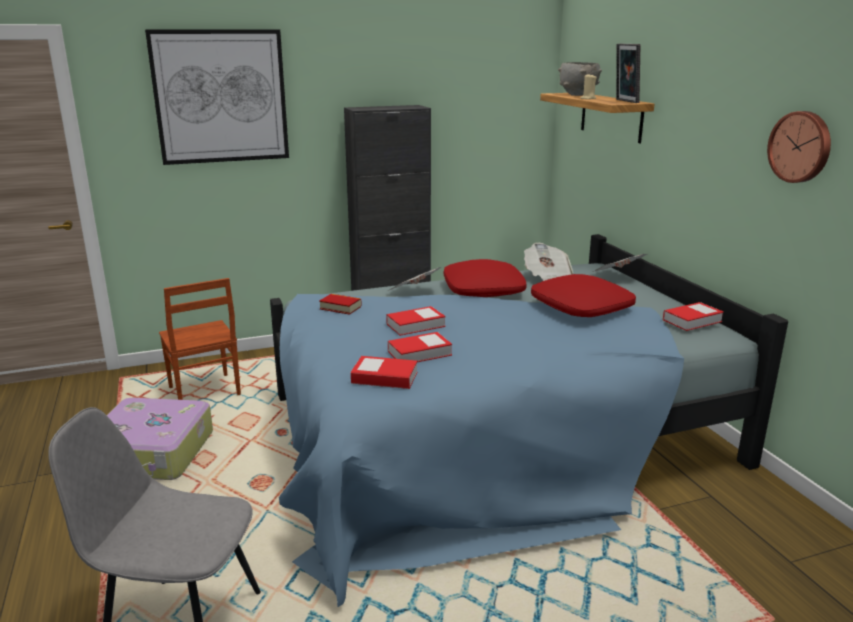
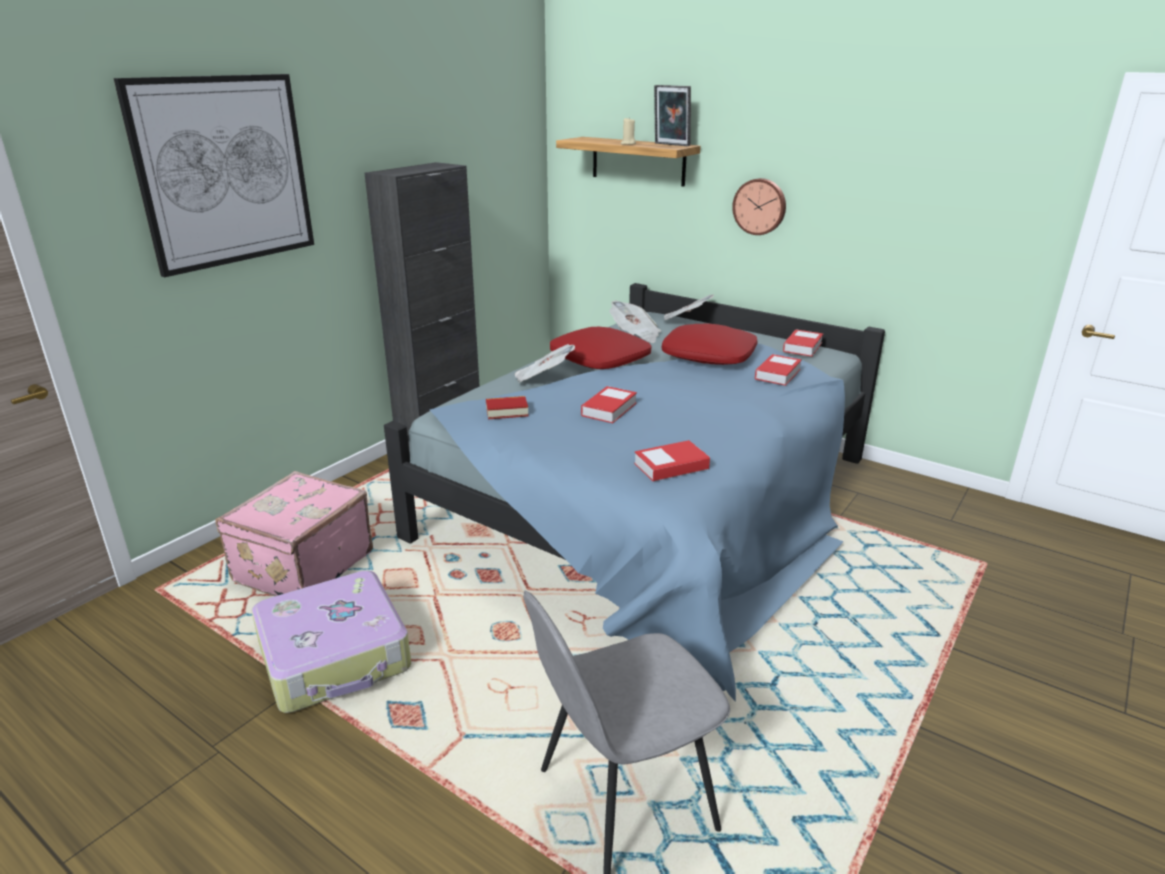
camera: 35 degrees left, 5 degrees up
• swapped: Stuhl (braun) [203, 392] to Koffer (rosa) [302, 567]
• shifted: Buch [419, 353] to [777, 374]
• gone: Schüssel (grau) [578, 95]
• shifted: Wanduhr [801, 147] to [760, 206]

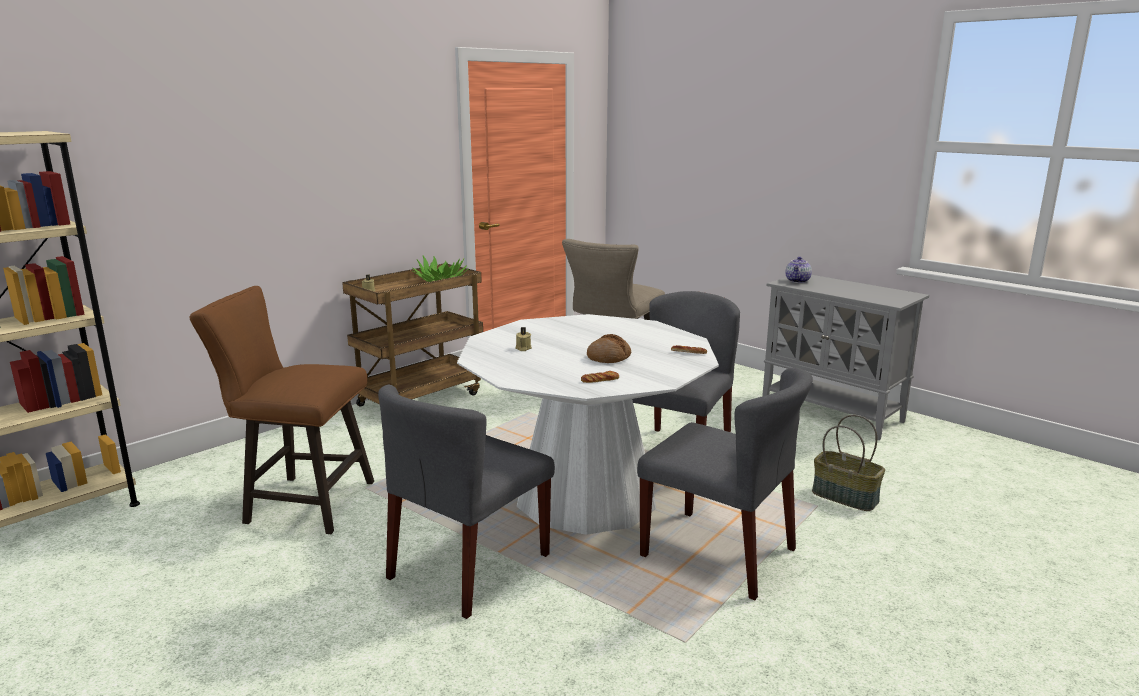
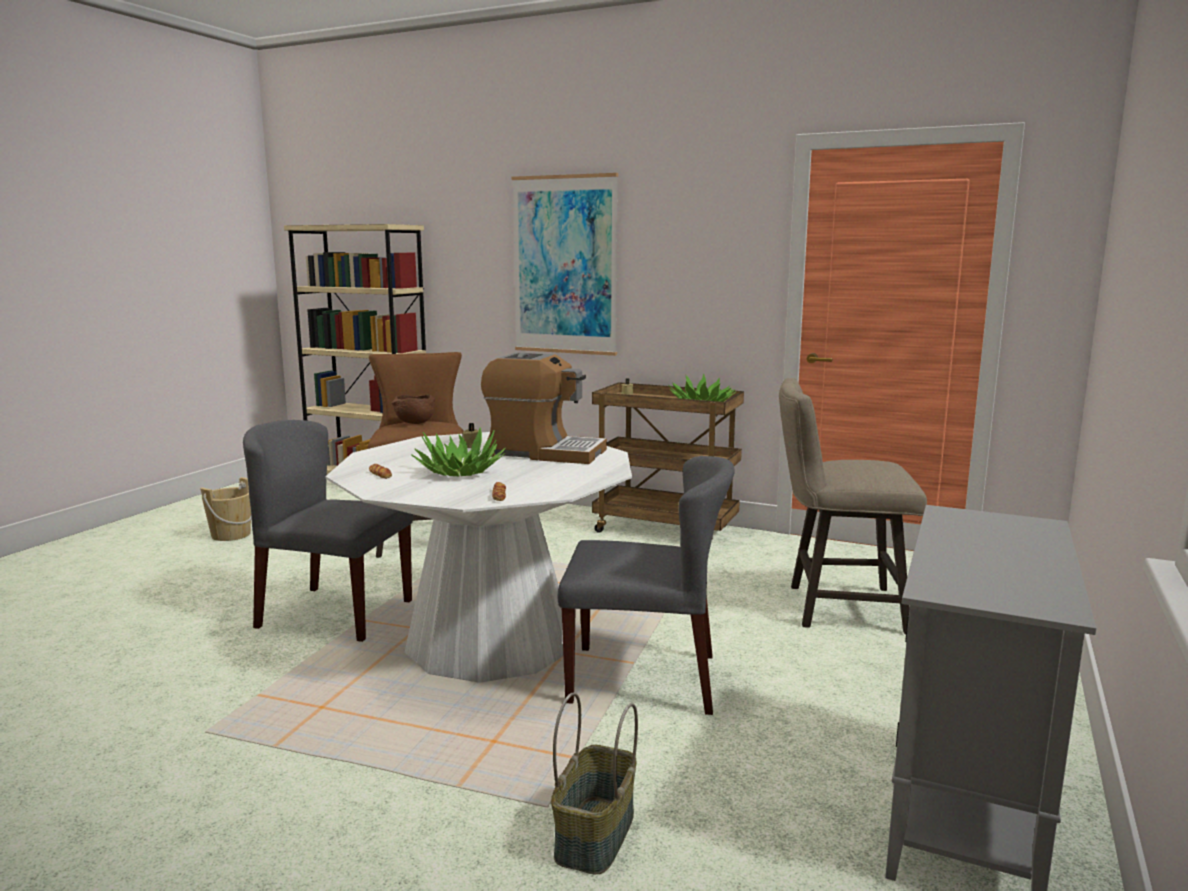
camera: 70 degrees right, 5 degrees down
• swapped: Brot [609, 357] to Topfpflanze [459, 471]
• gone: Stuhl (grau) [719, 552]
• gone: Teekanne [798, 281]
• new: Eimer (beige) [231, 535]
• new: Schüssel (braun) [414, 423]
• new: Kaffeemaschine [544, 453]
• new: Bild [565, 265]

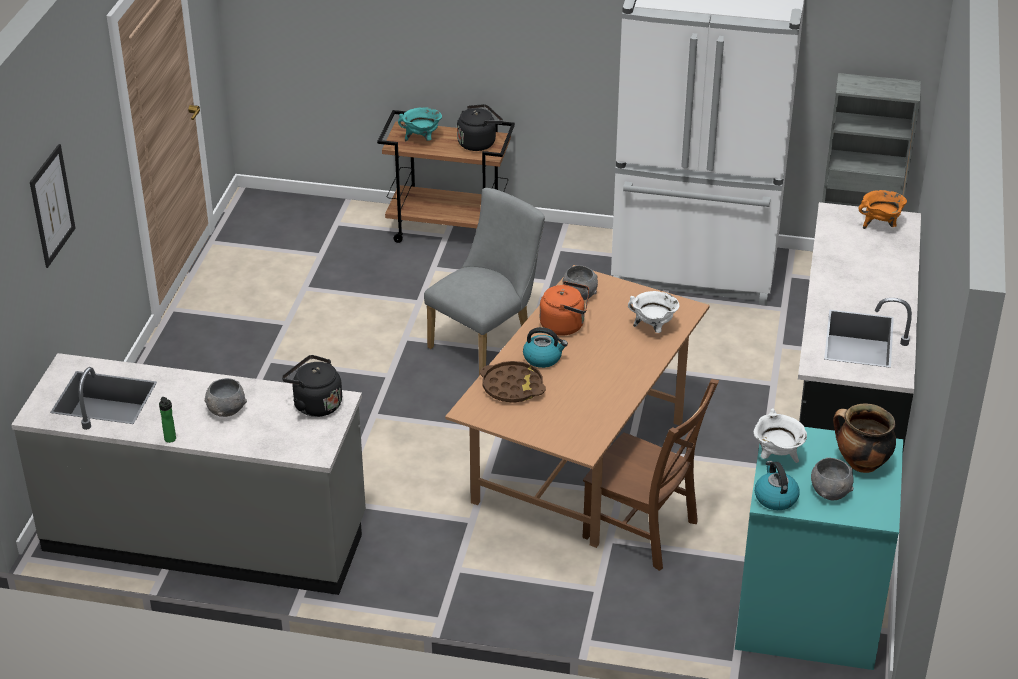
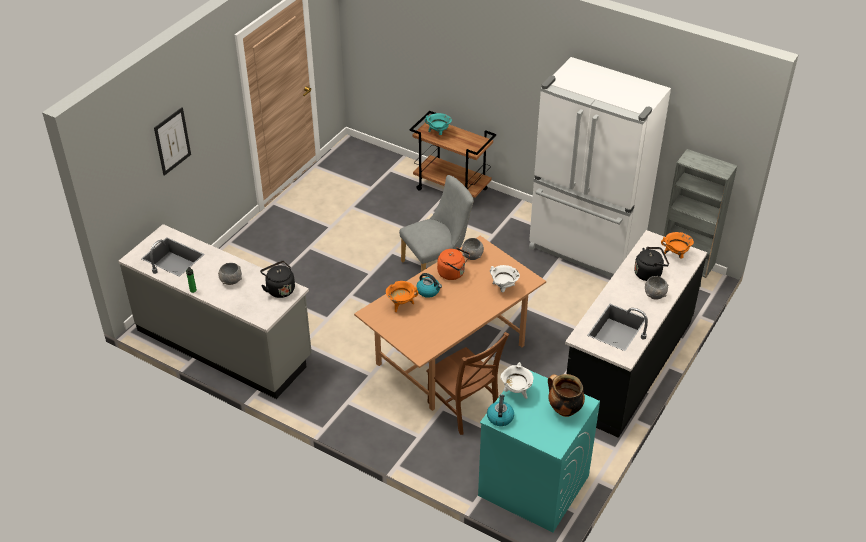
camera: 20 degrees right, 5 degrees up
• shifted: Wasserkessel (schwarz) [478, 143] to [649, 273]
• swapped: Tablett (braun) [512, 387] to Kochtopf (orange) [401, 305]
• shifted: Schüssel (grau) [830, 491] to [655, 294]

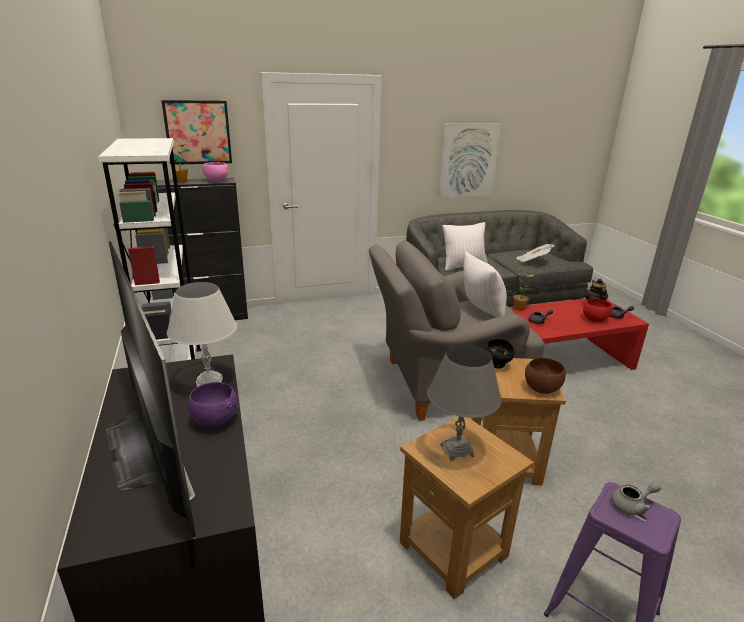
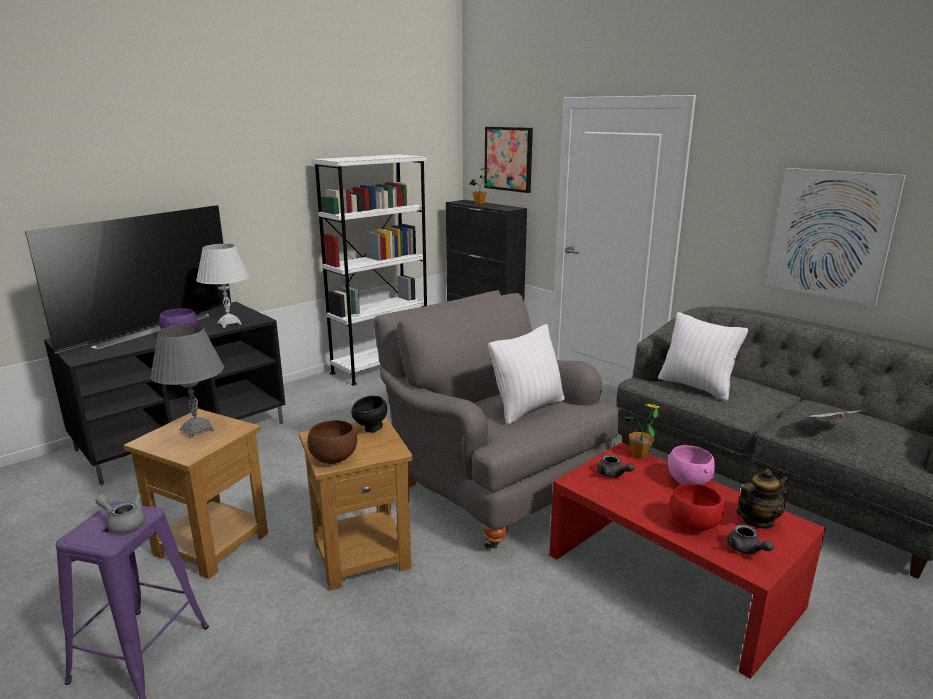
camera: 65 degrees right, 5 degrees down
• shifted: Schüssel (rosa) [216, 181] to [688, 481]
• rotated: Teekanne (grau) [632, 505] = [124, 523] 150 degrees clockwise

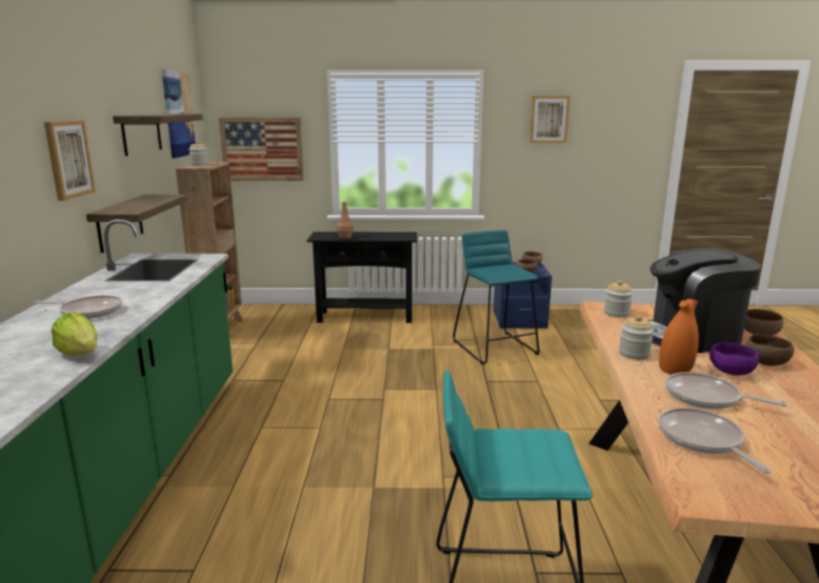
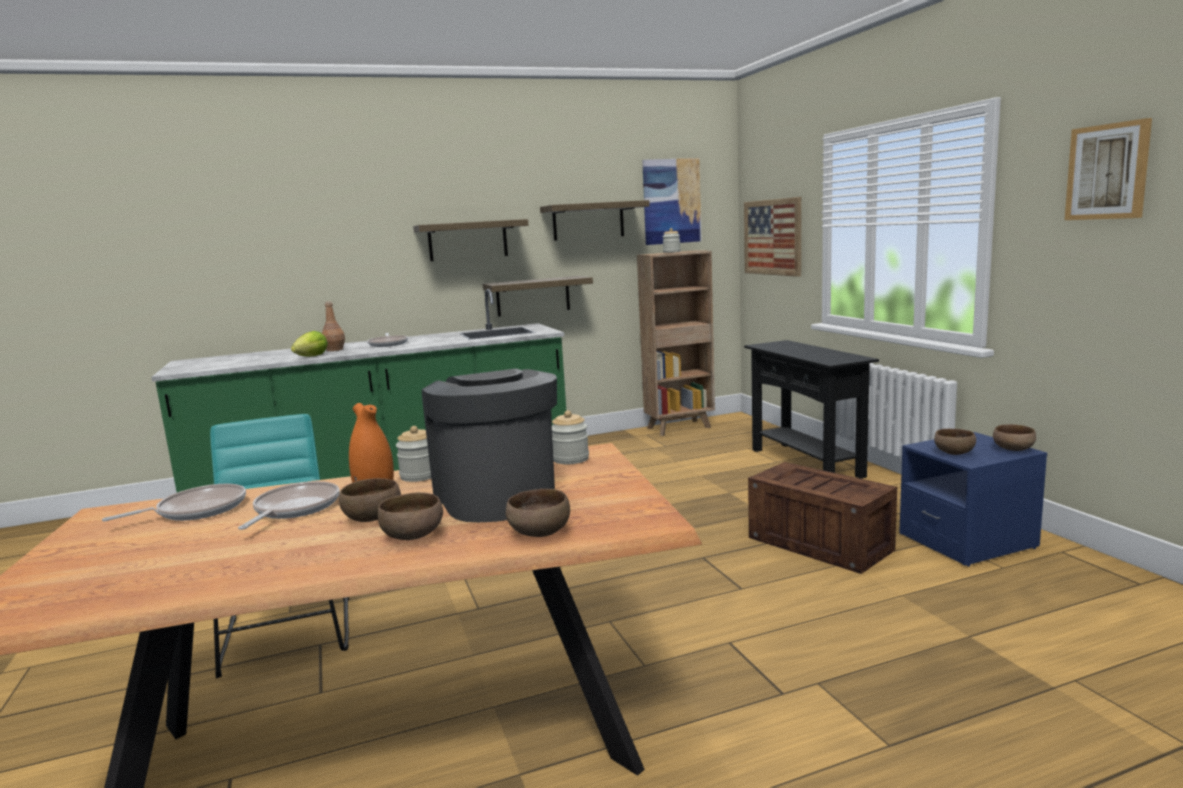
camera: 70 degrees right, 5 degrees down
• swapped: Bild [68, 159] to Wandregal [468, 240]
• shifted: Flasche (braun) [345, 237] to [334, 350]
• swapped: Hocker (türkis) [495, 347] to Kiste [821, 544]
• repainted: Schüssel (lila) [730, 372] to Schüssel (braun) [372, 518]

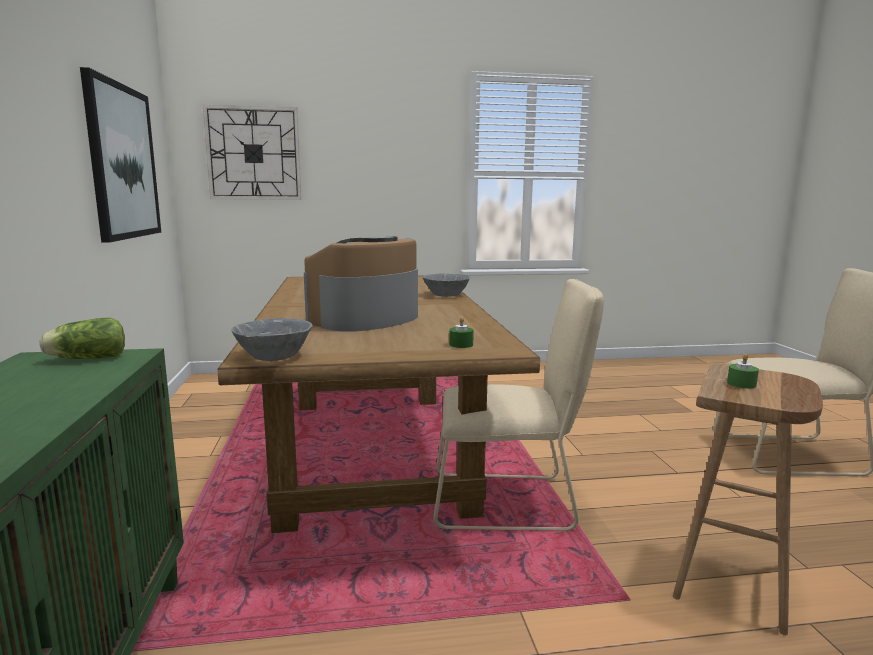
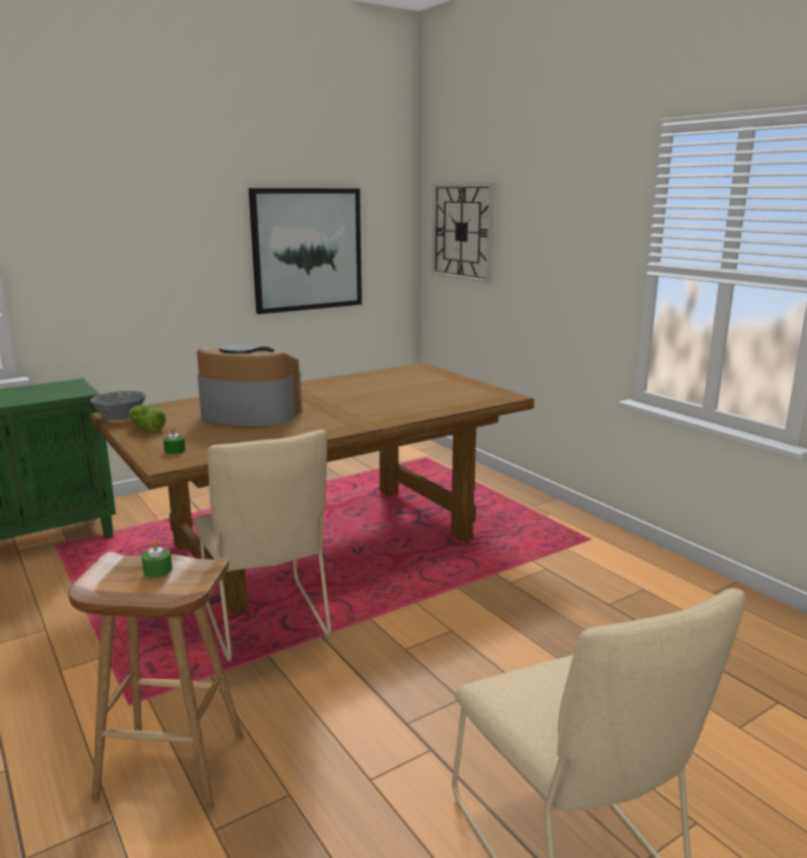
camera: 65 degrees right, 5 degrees up
• shifted: Salatkopf [85, 359] to [146, 428]
• gone: Schüssel (grau) [446, 295]

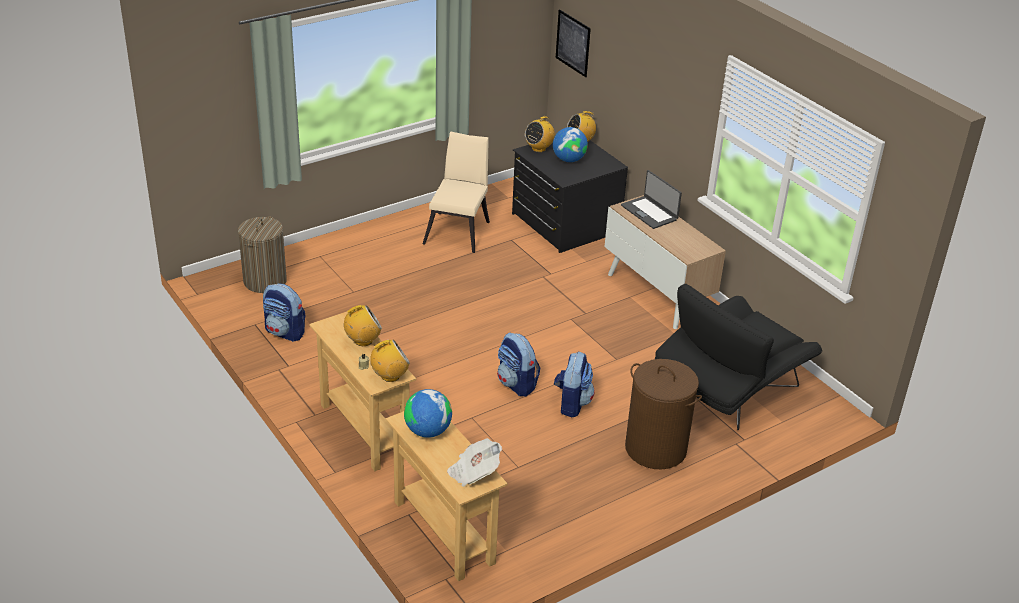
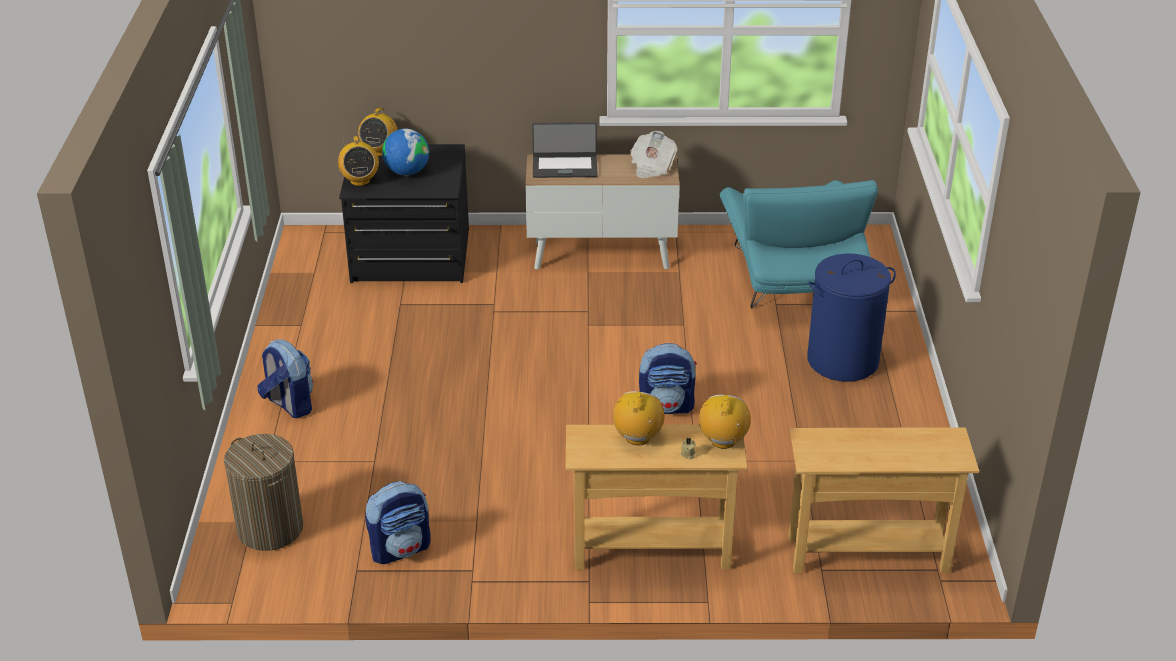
camera: 55 degrees left, 0 degrees up
• gone: Globus [428, 431]
• gone: Stuhl (beige) [459, 230]
• shifted: Zeitung [474, 472] to [652, 167]
• shifted: Rucksack [571, 403] to [289, 405]
• gone: Bild [573, 43]
• repainted: Wäschekorb (braun) [656, 448] to Wäschekorb (blau) [842, 360]
• repainted: Sessel (schwarz) [729, 391] to Sessel (türkis) [792, 280]

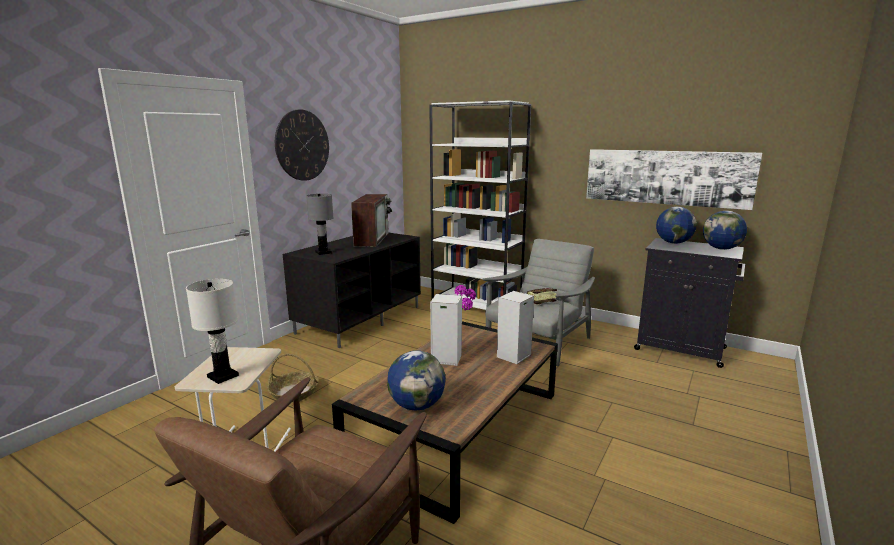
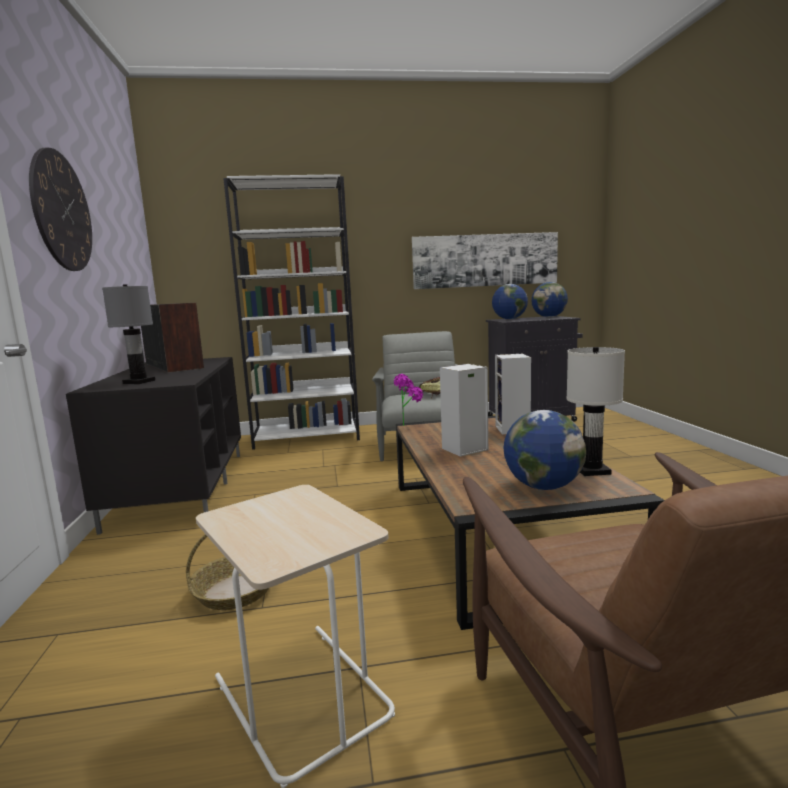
camera: 40 degrees left, 5 degrees down
• shifted: Tischlampe (weiß) [223, 376] to [591, 470]

